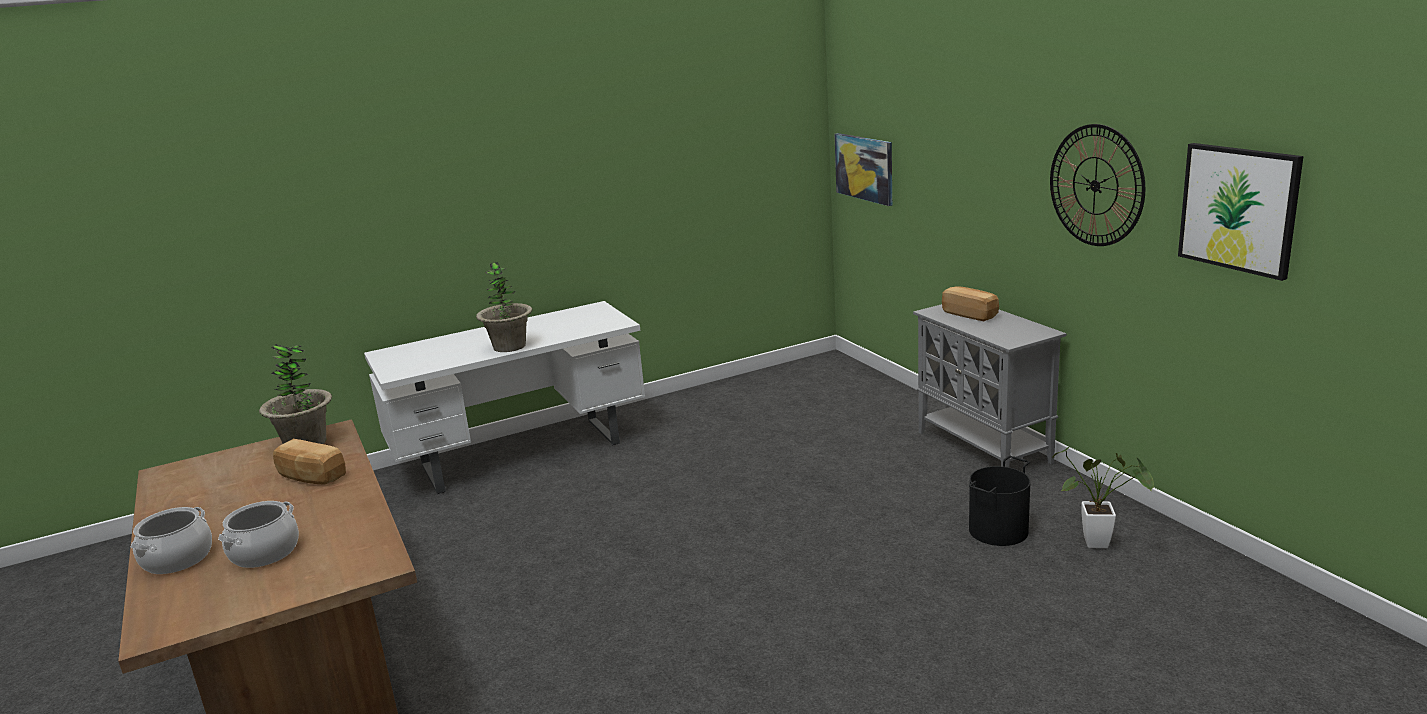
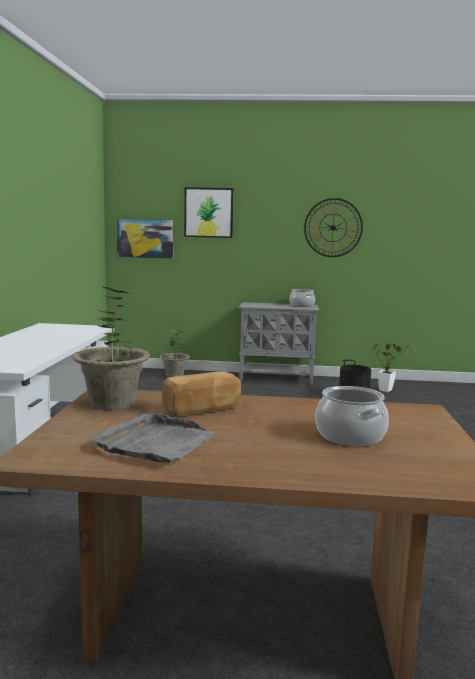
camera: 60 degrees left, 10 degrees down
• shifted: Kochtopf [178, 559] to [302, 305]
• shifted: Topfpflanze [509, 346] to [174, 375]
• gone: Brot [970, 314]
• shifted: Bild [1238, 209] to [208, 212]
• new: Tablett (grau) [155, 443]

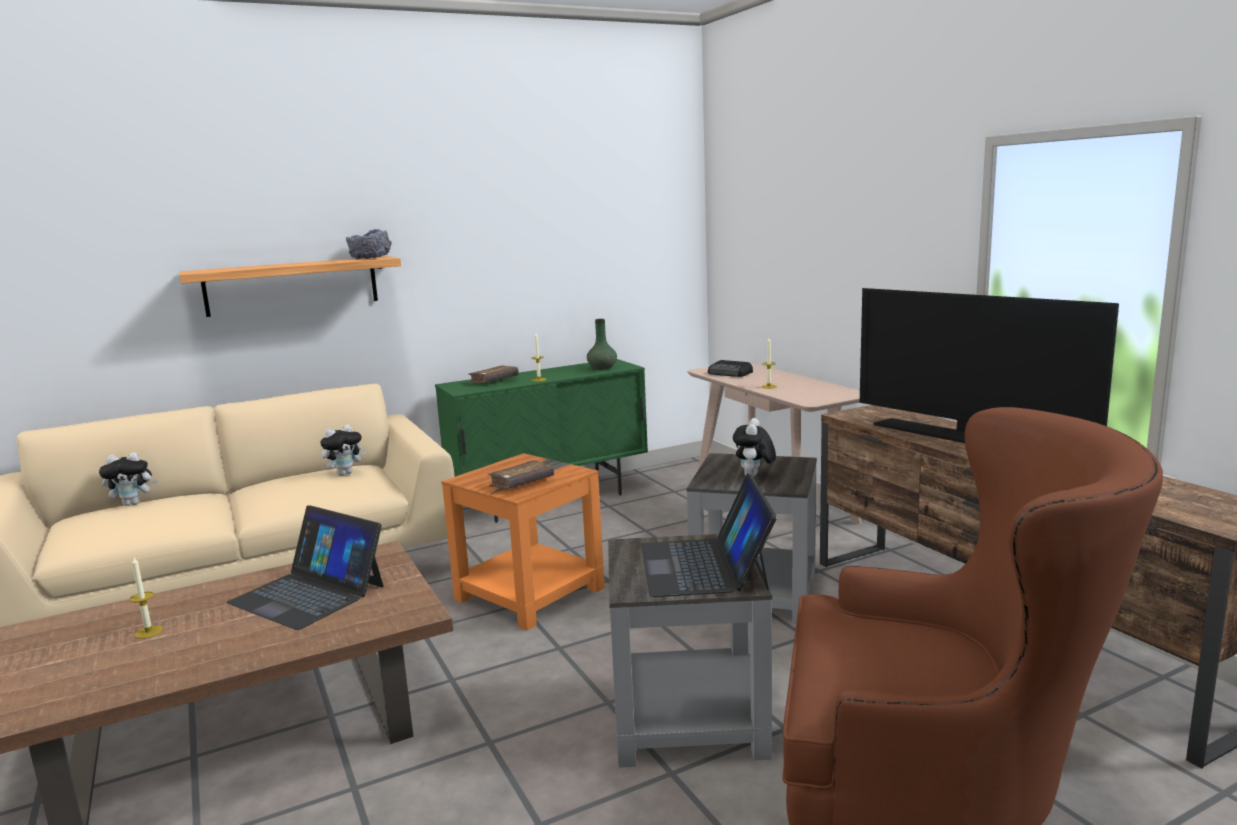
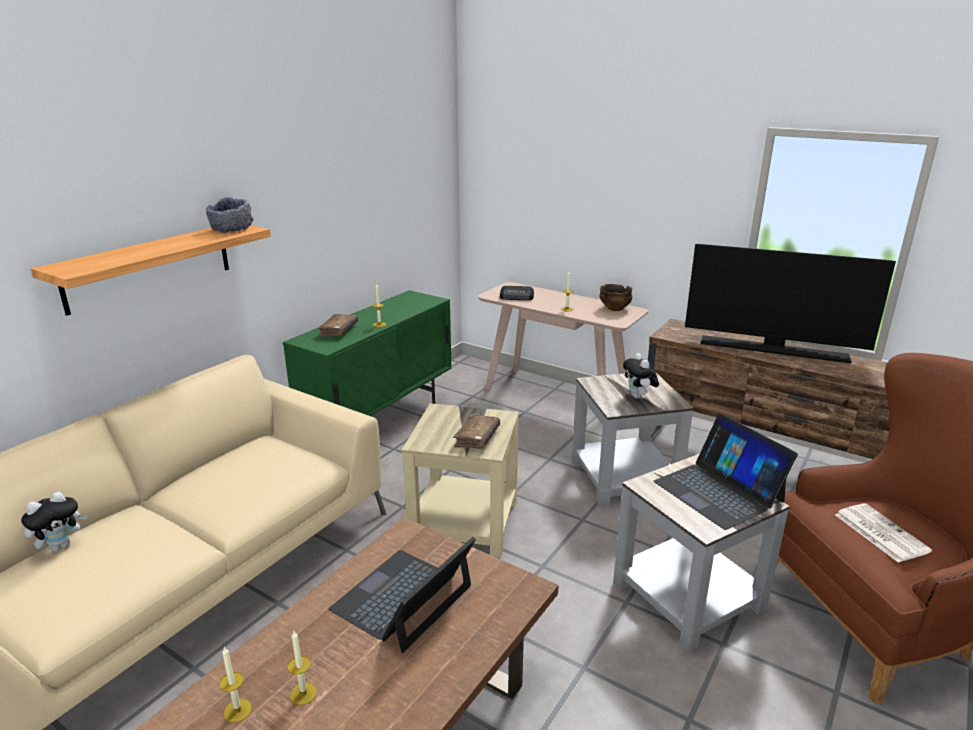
camera: 30 degrees left, 10 degrees up
• rotated: Laptop [308, 594] = [403, 598] 120 degrees clockwise
• gone: Plüschtier [345, 473]
• repainted: Beistelltisch (orange) [529, 592] to Beistelltisch (beige) [463, 521]
• gone: Vase (grün) [602, 368]
• new: Kerze [237, 710]
• new: Schüssel [615, 308]
• new: Zeitung [879, 532]

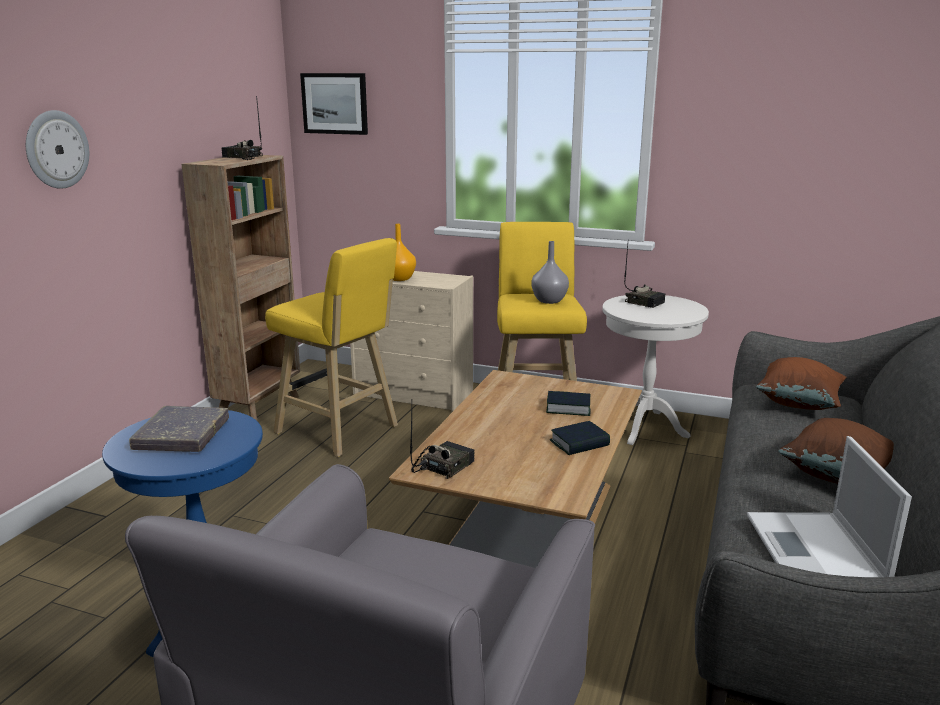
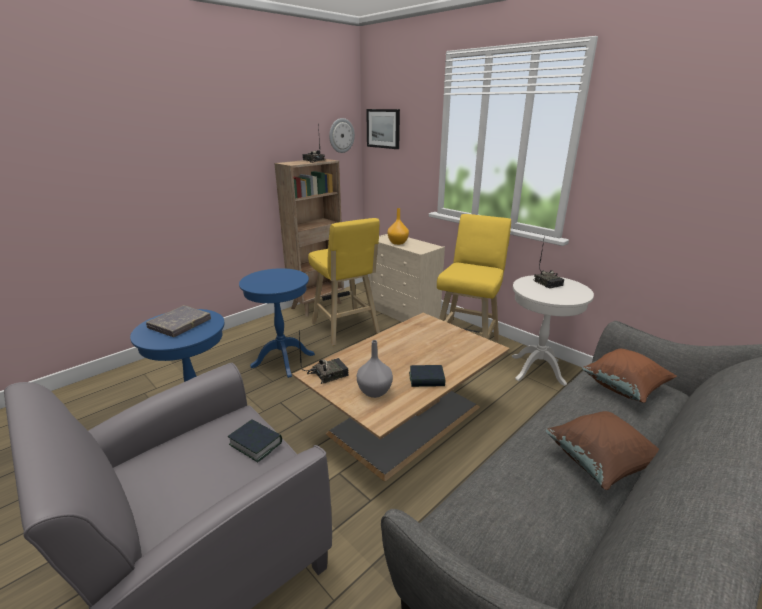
camera: 25 degrees right, 5 degrees up
• shifted: Wanduhr [56, 149] to [341, 135]
• shifted: Vase (grau) [549, 301] to [374, 392]
• shifted: Buch [568, 408] to [255, 443]
• gone: Laptop [816, 551]
• new: Beistelltisch (blau) [283, 360]

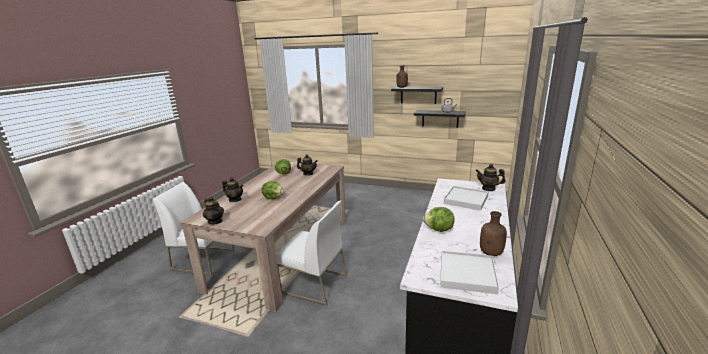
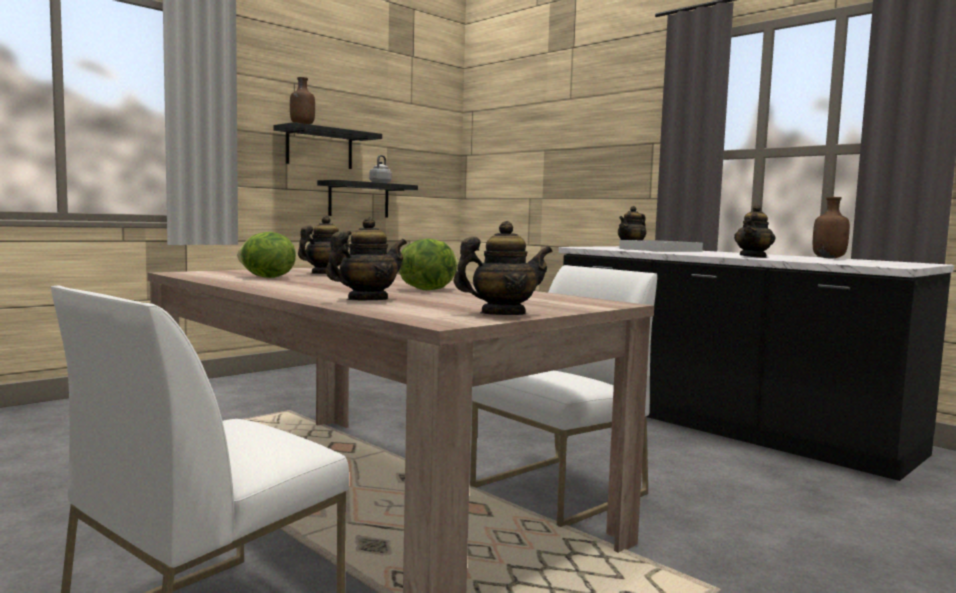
camera: 65 degrees left, 15 degrees down
• swapped: Salatkopf [439, 230] to Teekanne [753, 257]
• gone: Tablett (weiß) [467, 274]

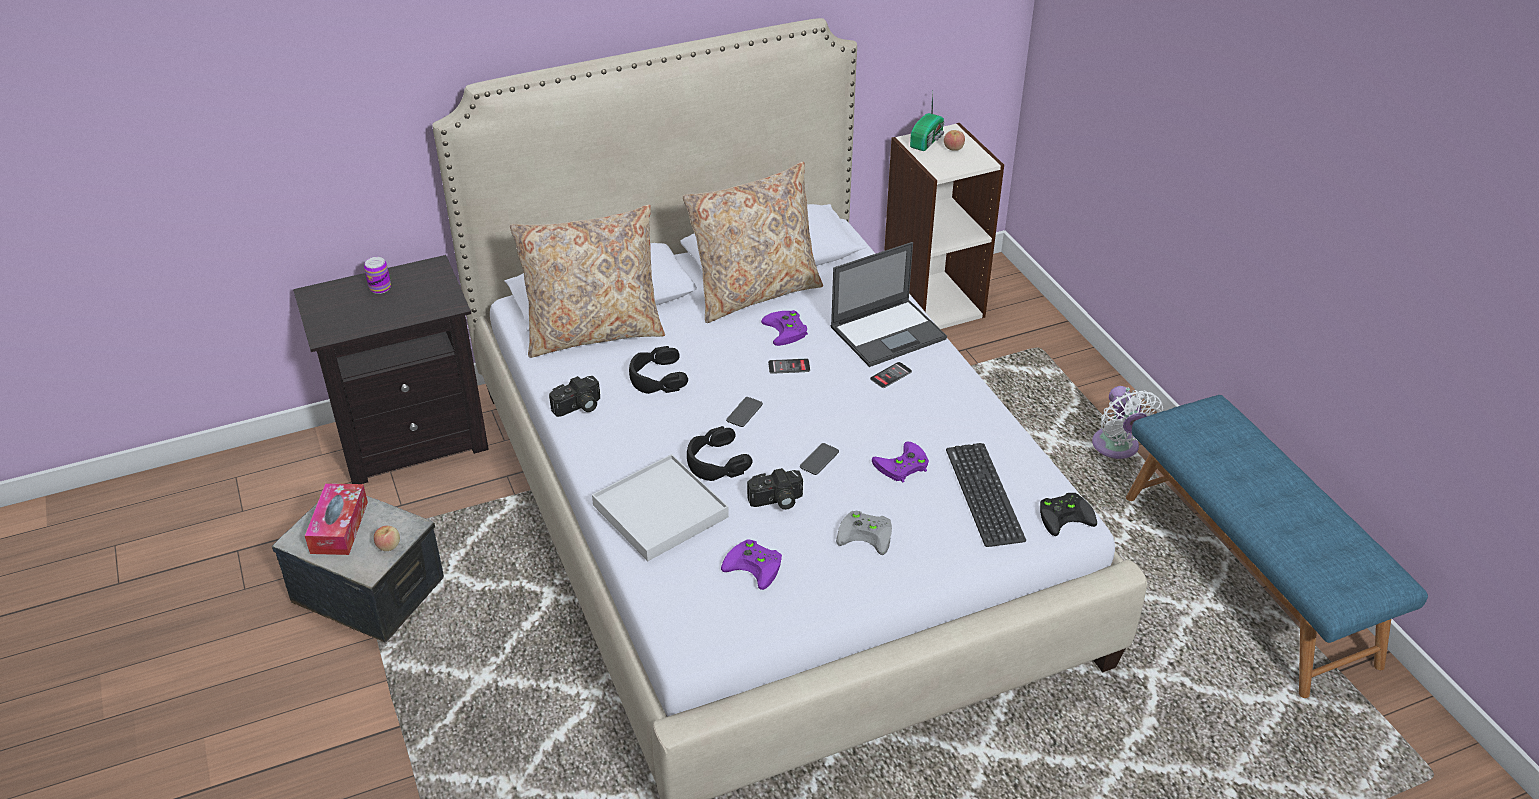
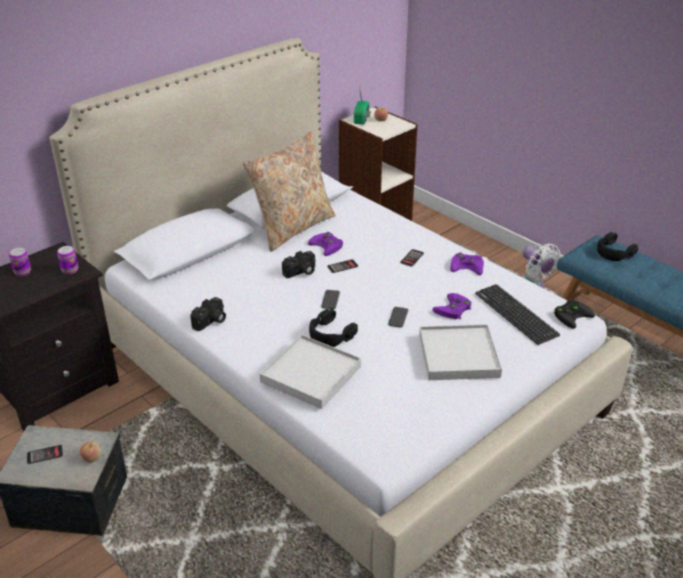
camera: 20 degrees left, 5 degrees down
• swapped: Taschentuchbox [339, 527] to Handy [45, 455]
• gone: Kissen (beige) [594, 332]
• shifted: Kopfhörer (schwarz) [657, 378] to [614, 252]
• shifted: Gamepad (lila) [756, 566] to [468, 266]
• shifted: Kamera [776, 501] to [301, 272]
• gone: Laptop [889, 332]
• swapped: Gamepad (grau) [867, 534] to Tablett (weiß) [458, 355]
• new: Dose [70, 270]

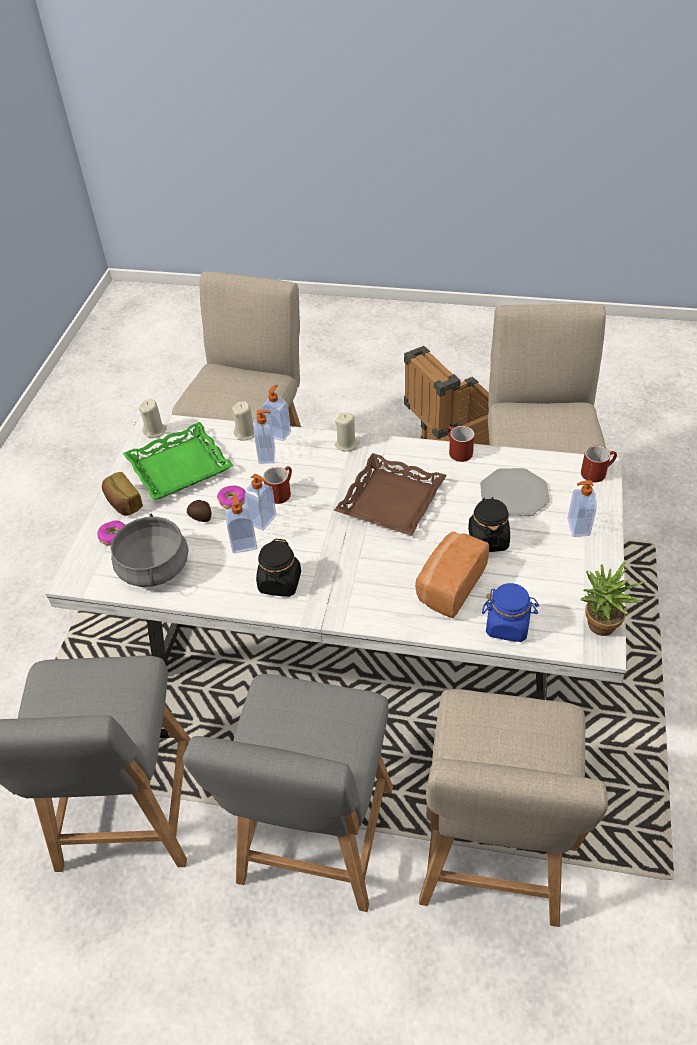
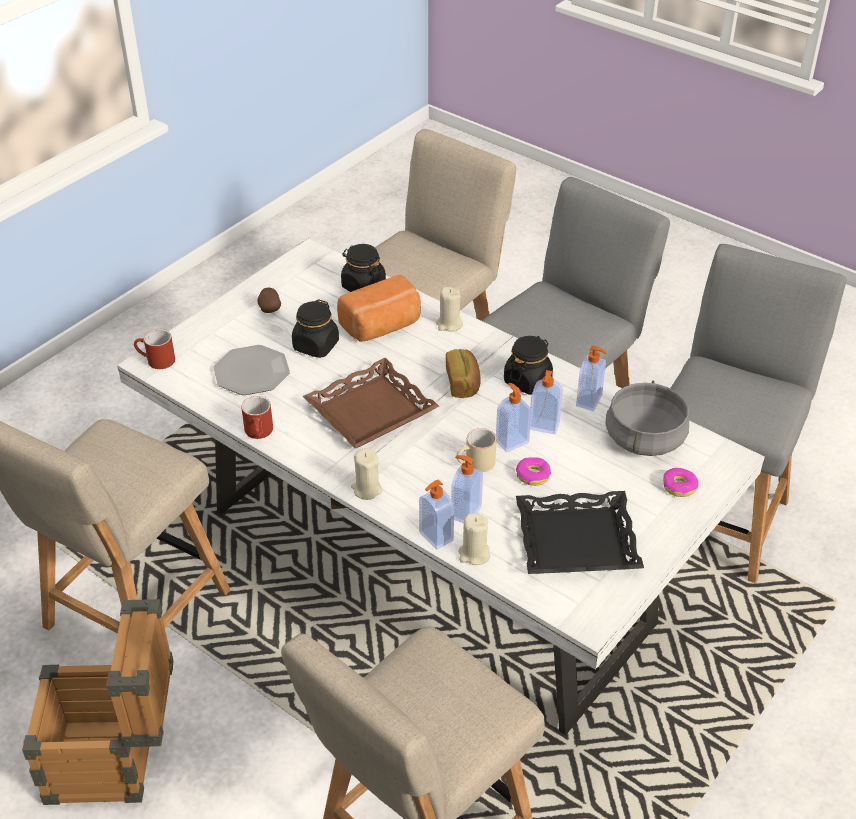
camera: 155 degrees left, 5 degrees down
• shifted: Brot [123, 503] to [463, 383]
• repainted: Tablett (grün) [179, 467] to Tablett (schwarz) [576, 542]
• shifted: Kerze (beige) [155, 431] to [449, 324]
• shifted: Kartoffel [201, 517] to [269, 308]
• repainted: Henkelbecher (rot) [280, 491] to Henkelbecher (beige) [475, 464]
• repainted: Vorratsglas (blau) [507, 625] to Vorratsglas (schwarz) [363, 286]
• shifted: Seifenspender [577, 527] to [590, 401]
• gone: Topfpflanze [598, 629]

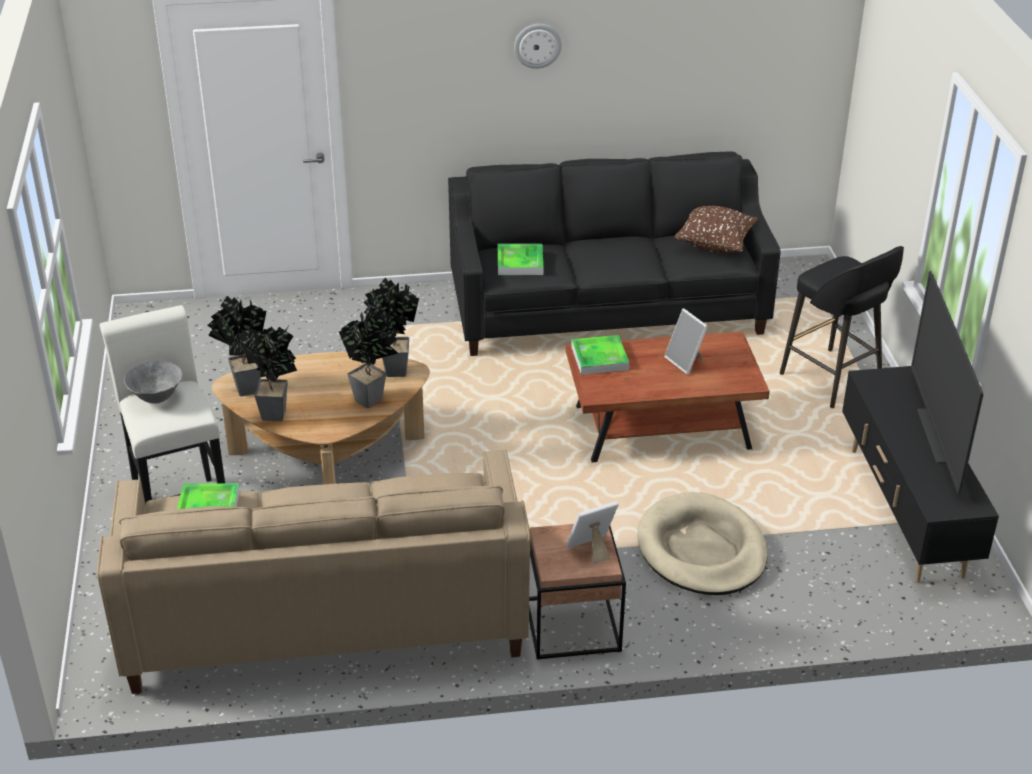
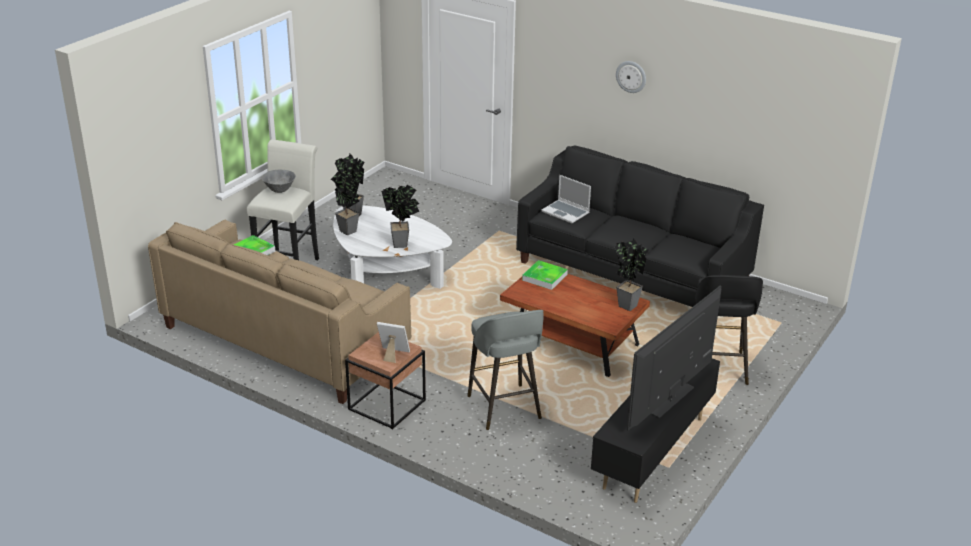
camera: 40 degrees right, 5 degrees down
• repainted: Couchtisch (braun) [327, 451] to Couchtisch (weiß) [386, 273]
• shifted: Topfpflanze [392, 369] to [626, 304]
• swapped: Tablett [520, 263] to Laptop [566, 212]
• swapped: Hundebett (beige) [701, 550] to Hocker (grau) [504, 408]
• gone: Bilderrahmen [686, 362]
• gone: Kissen (braun) [715, 244]

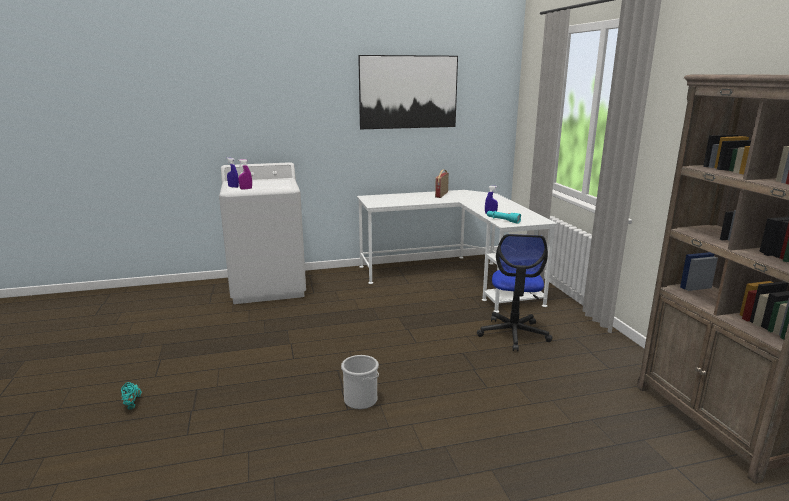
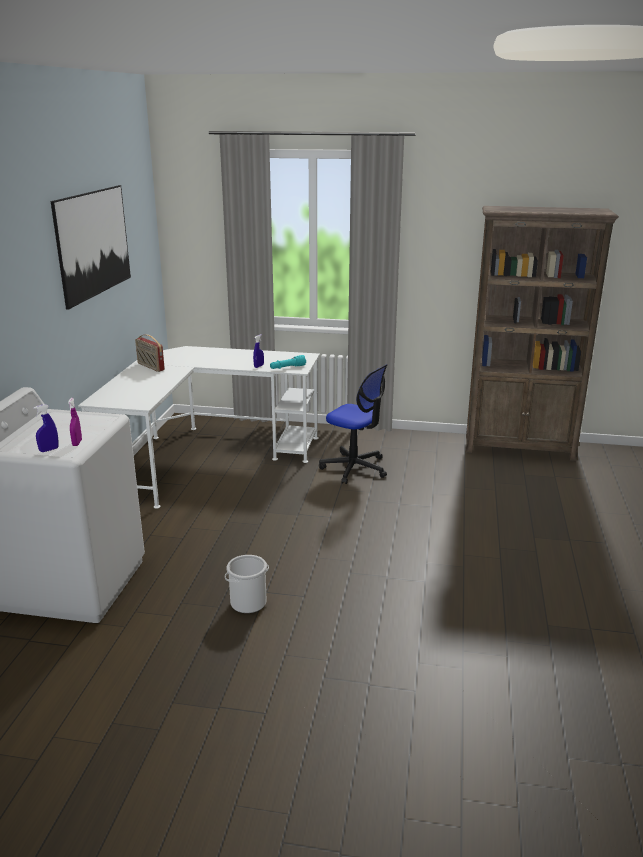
camera: 65 degrees left, 5 degrees up
• gone: Schuh (türkis) [132, 402]
• shifted: Eimer [361, 400] to [248, 602]

